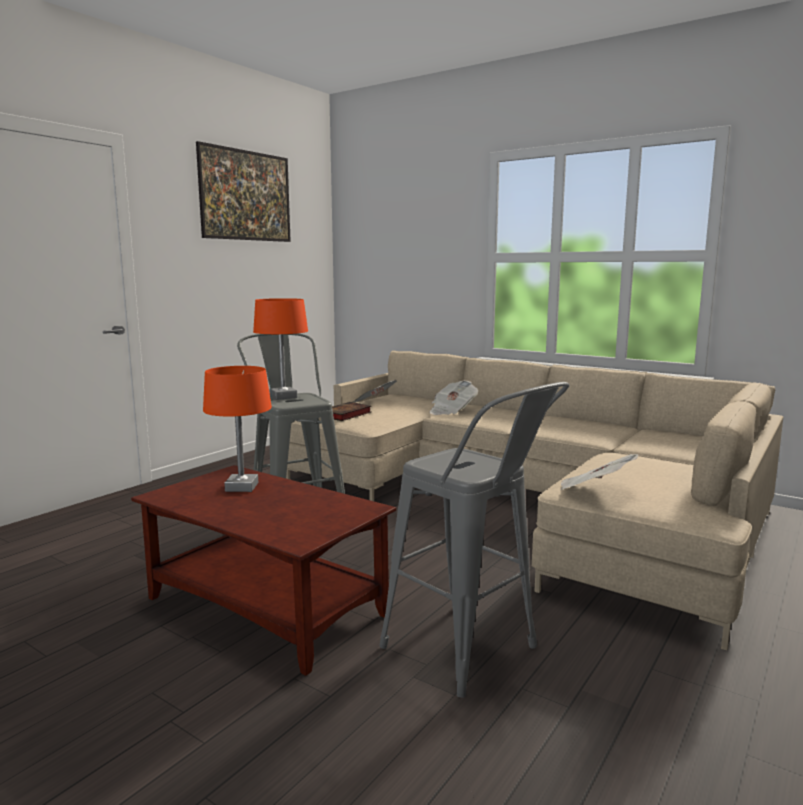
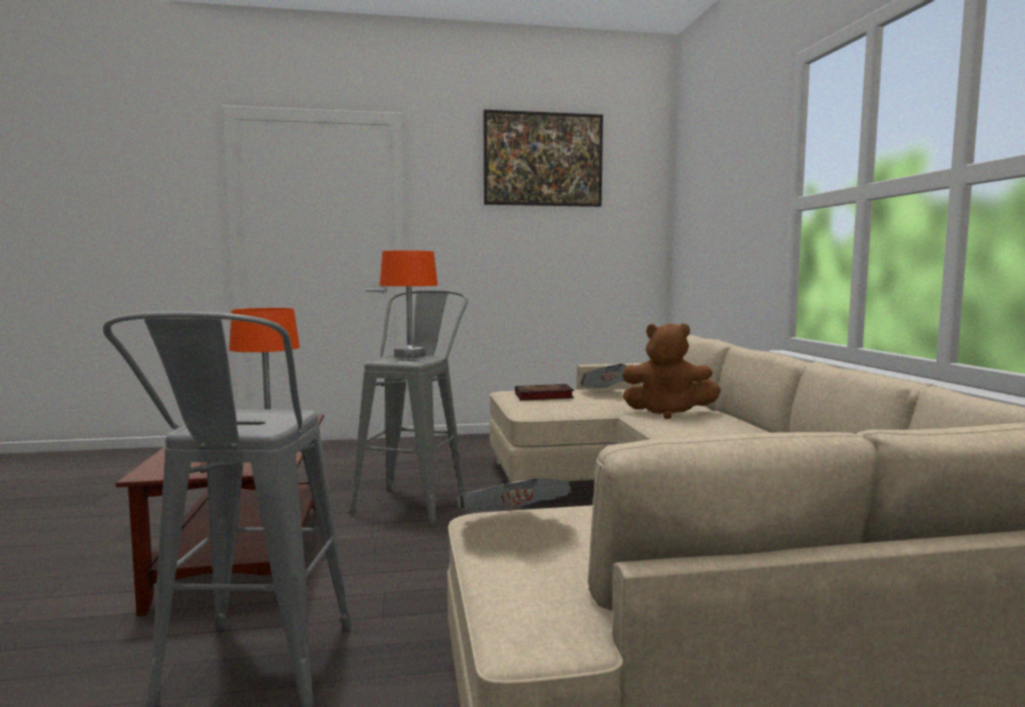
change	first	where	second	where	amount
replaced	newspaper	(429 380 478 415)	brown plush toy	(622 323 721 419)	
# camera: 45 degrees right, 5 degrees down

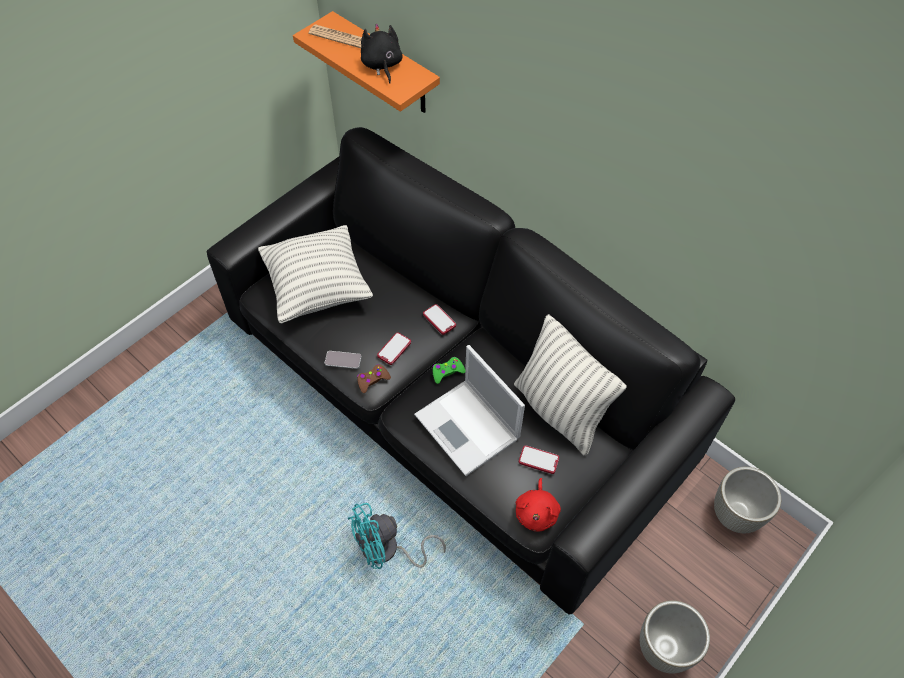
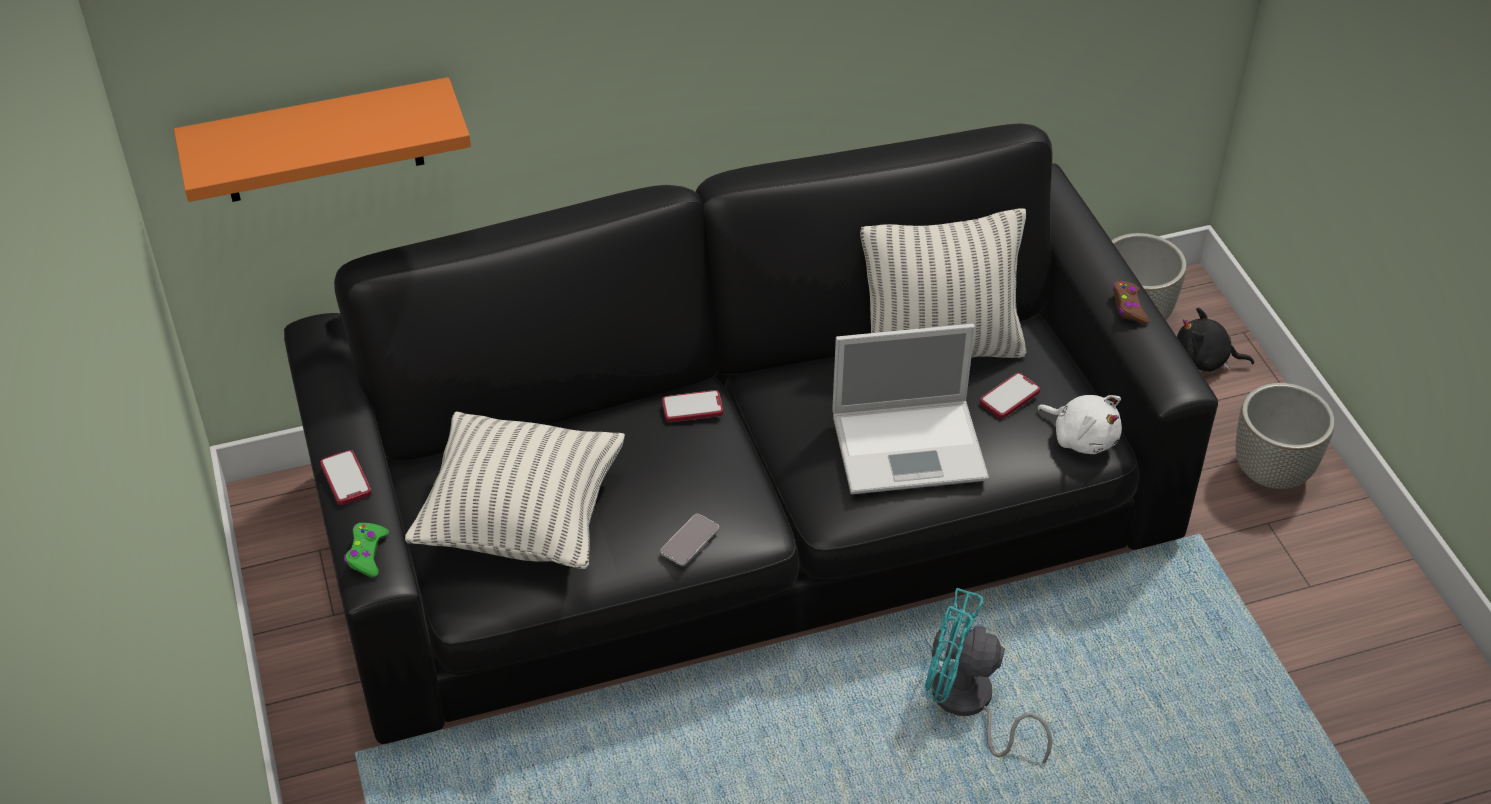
change	first	where	second	where	amount
removed	newspaper	(309 24 362 48)			
moved	brown game controller	(357 364 391 393)		(1113 281 1149 324)	
moved	black plush toy	(361 24 403 83)		(1177 308 1254 372)	
moved	phone	(377 332 411 365)		(320 450 371 505)	
moved	green game controller	(432 357 465 384)		(344 523 389 577)	
recoloured	red plush toy	(516 478 561 531)	white plush toy	(1037 395 1122 454)	
turned	turquoise fan	(348 503 446 569)		(925 588 1052 764)	105 degrees clockwise
# camera: 60 degrees left, 10 degrees down

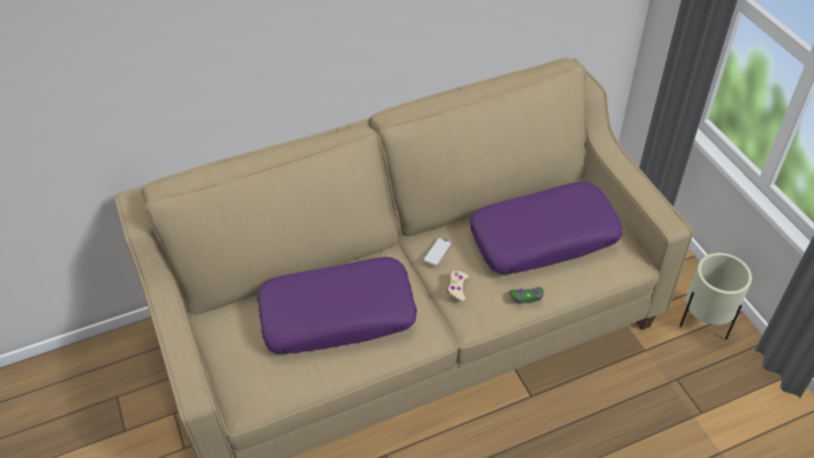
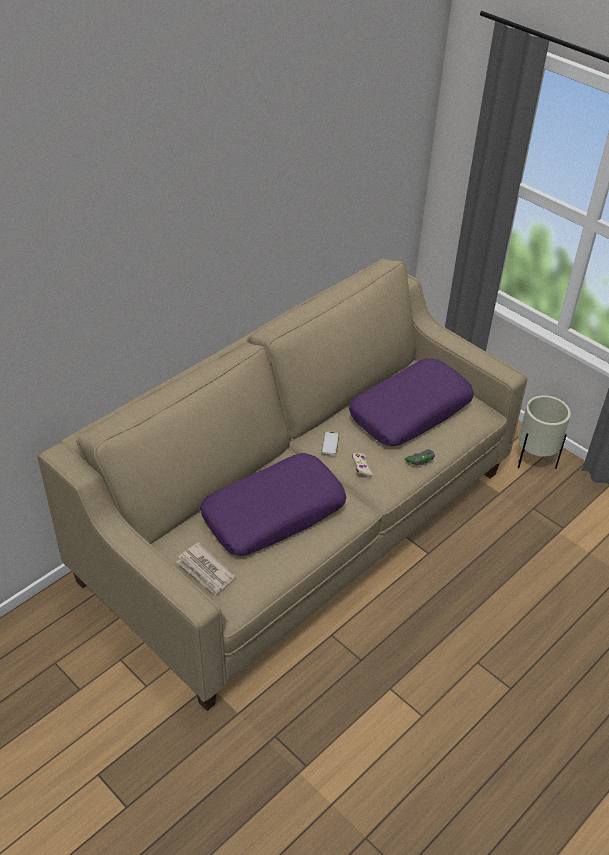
change	first	where	second	where	amount
added			newspaper	(177 543 236 595)	
# camera: 25 degrees left, 5 degrees down

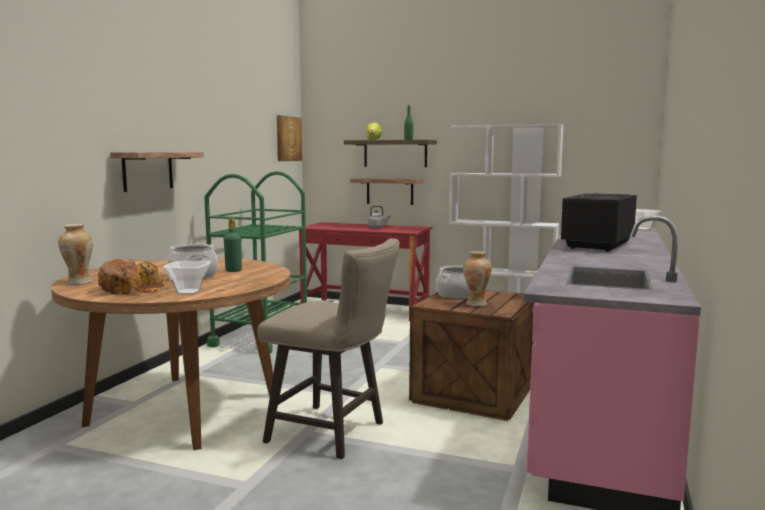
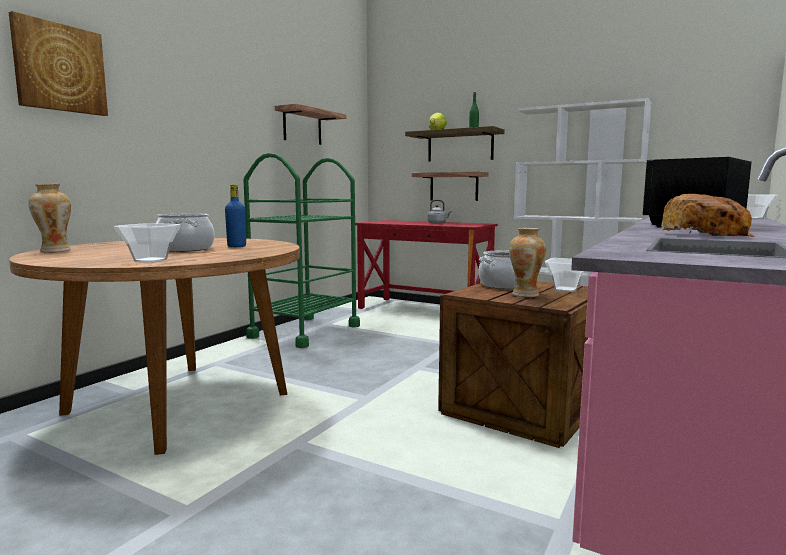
change	first	where	second	where	amount
removed	beige stool	(257 238 400 459)			
added			bowl	(545 258 585 292)	
moved	bread	(98 259 168 295)		(661 194 755 237)	
moved	shelf	(110 152 204 192)		(275 103 346 145)	
moved	picture	(277 115 302 161)		(9 11 108 116)	
recoloured	green bottle	(224 218 242 272)	blue bottle	(225 184 246 247)	
# camera: 10 degrees right, 0 degrees up

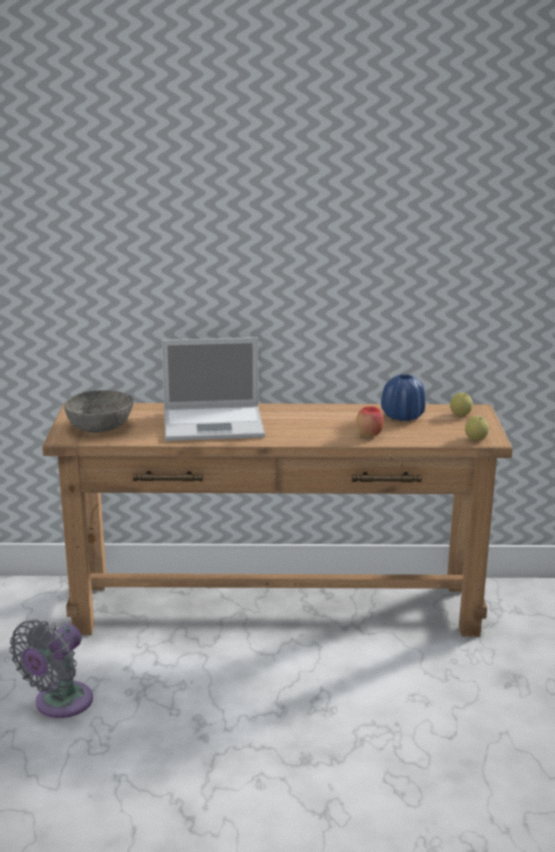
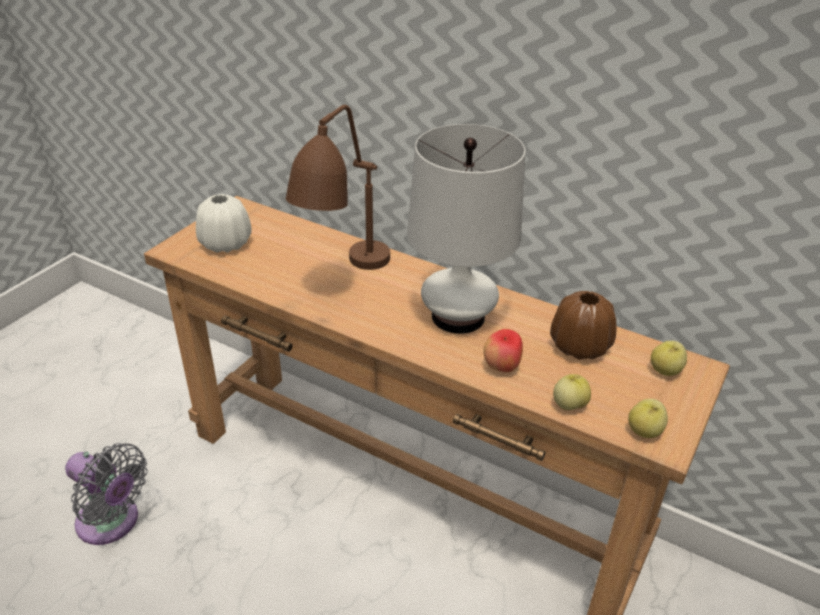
change	first	where	second	where	amount
added			white table lamp	(407 124 525 334)	
added			apple	(553 374 591 410)	
replaced	grey bowl	(64 390 133 433)	white vase	(196 194 252 253)	
replaced	laptop	(162 337 265 441)	brown table lamp	(286 105 390 270)	
recoloured	blue vase	(381 374 425 421)	brown vase	(550 291 617 360)	
turned	grey fan	(9 619 93 718)		(65 443 148 545)	120 degrees counterclockwise
# camera: 30 degrees right, 15 degrees up

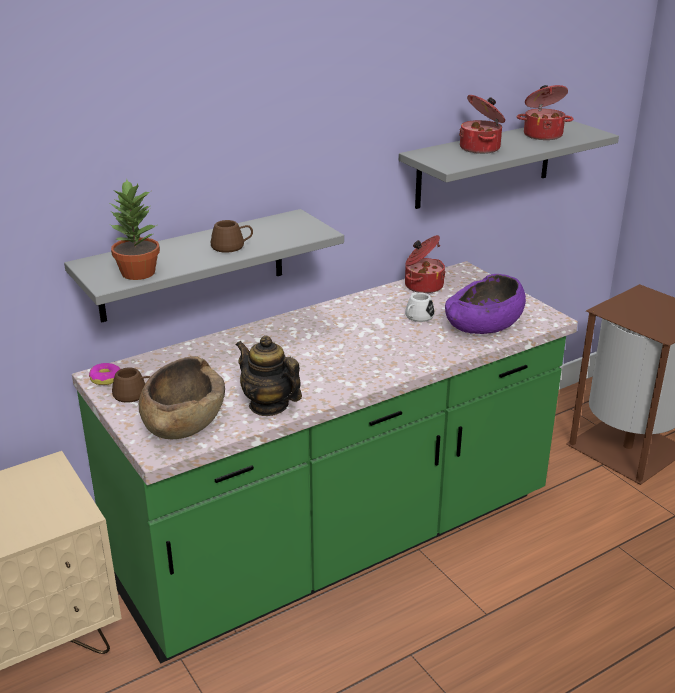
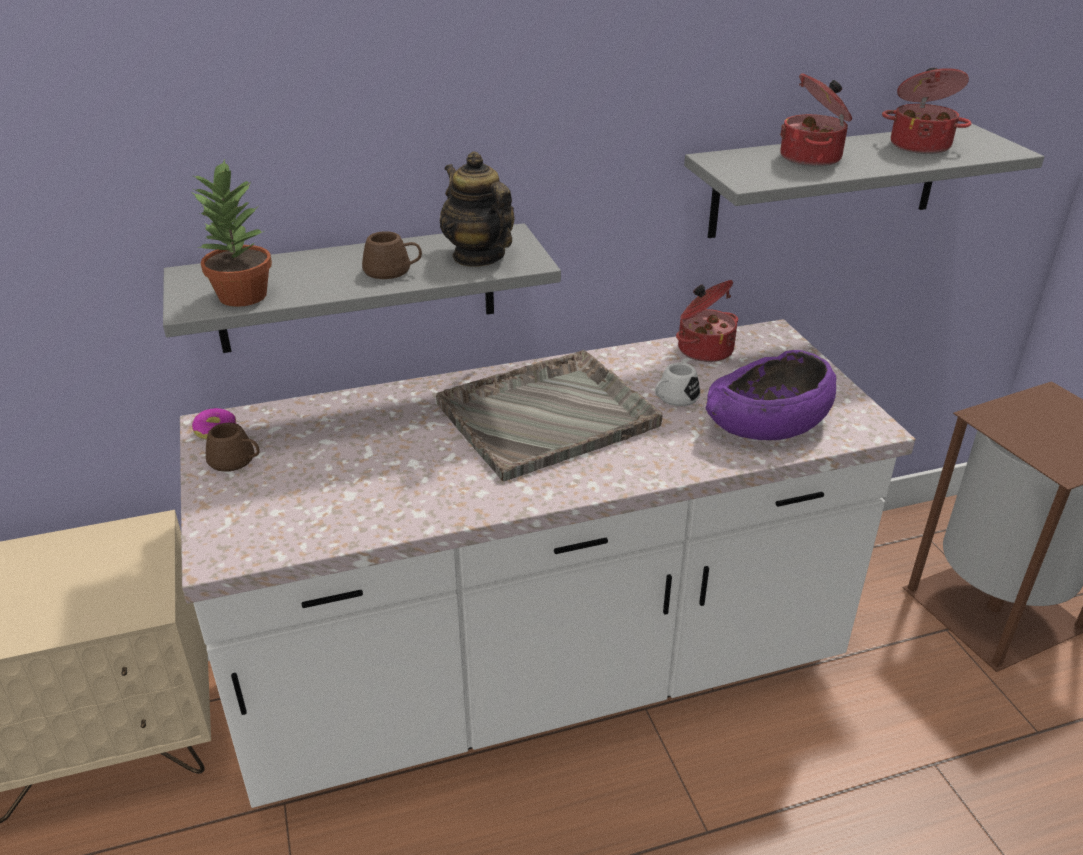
change	first	where	second	where	amount
removed	brown bowl	(139 356 225 439)			
added			grey tray	(436 350 662 481)	
moved	teapot	(236 335 302 416)		(440 151 514 267)	
recoloured	green counter	(72 261 578 664)	white counter	(180 319 915 808)	
# camera: 15 degrees right, 5 degrees up

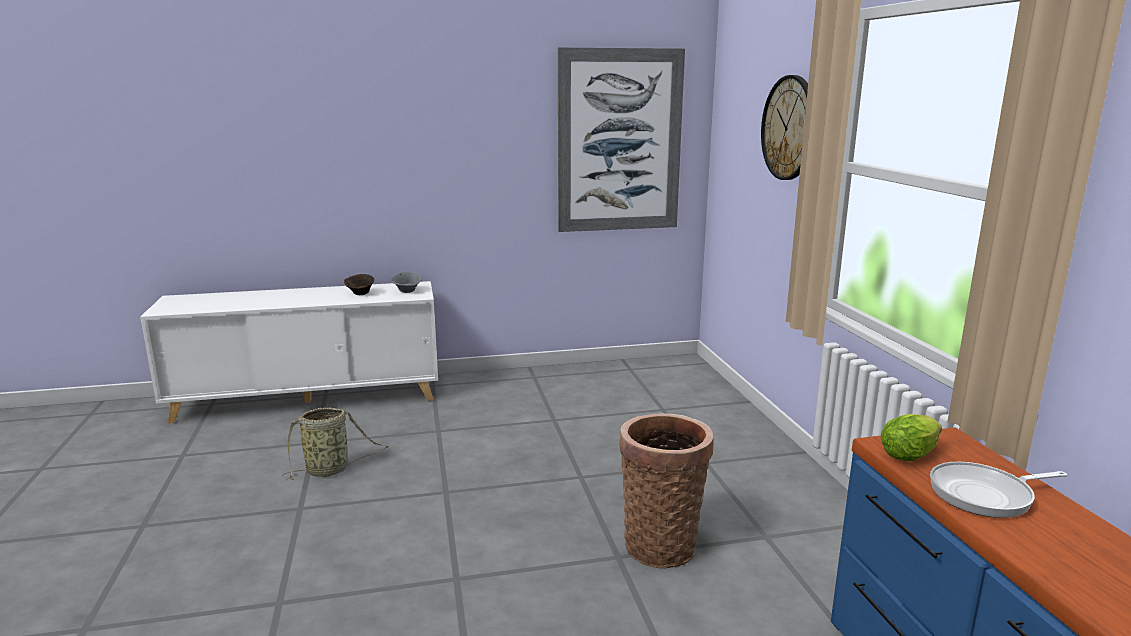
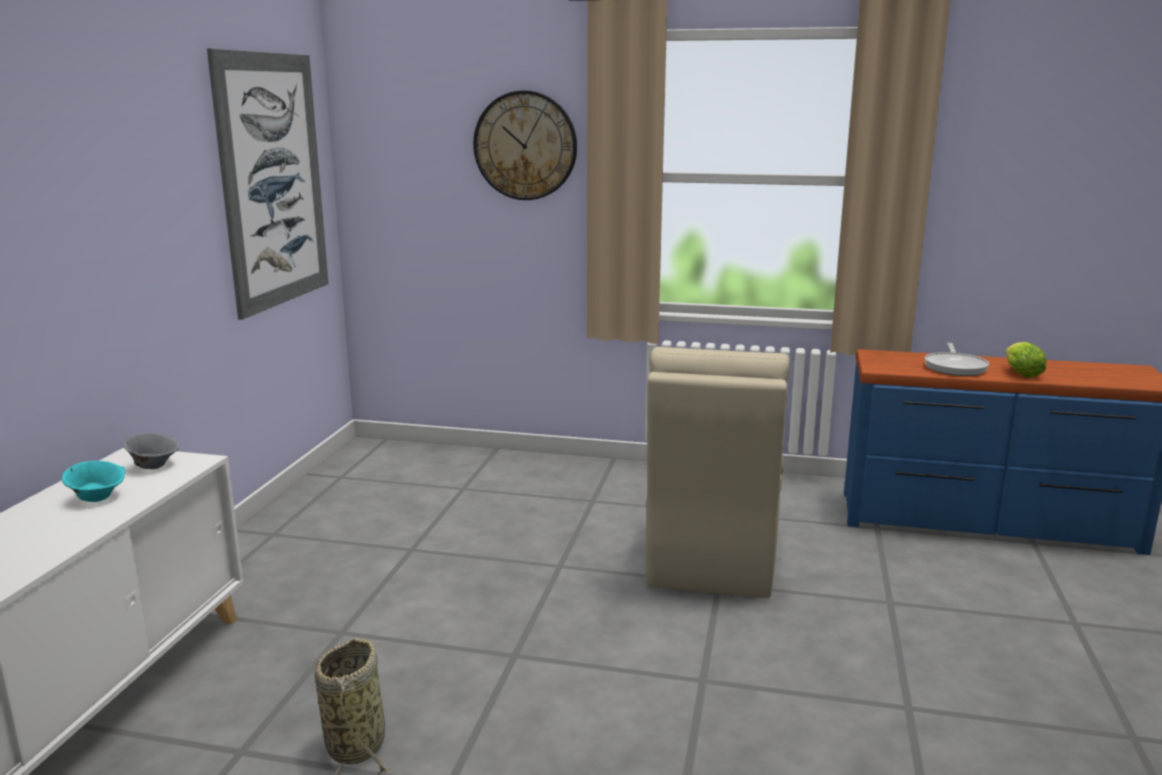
change	first	where	second	where	amount
moved	lettuce	(881 414 942 461)		(1005 342 1047 378)	
replaced	basket	(619 413 714 569)	beige chair	(645 347 790 598)	
recoloured	brown bowl	(344 274 374 295)	turquoise bowl	(62 461 125 502)	
# camera: 65 degrees left, 0 degrees up

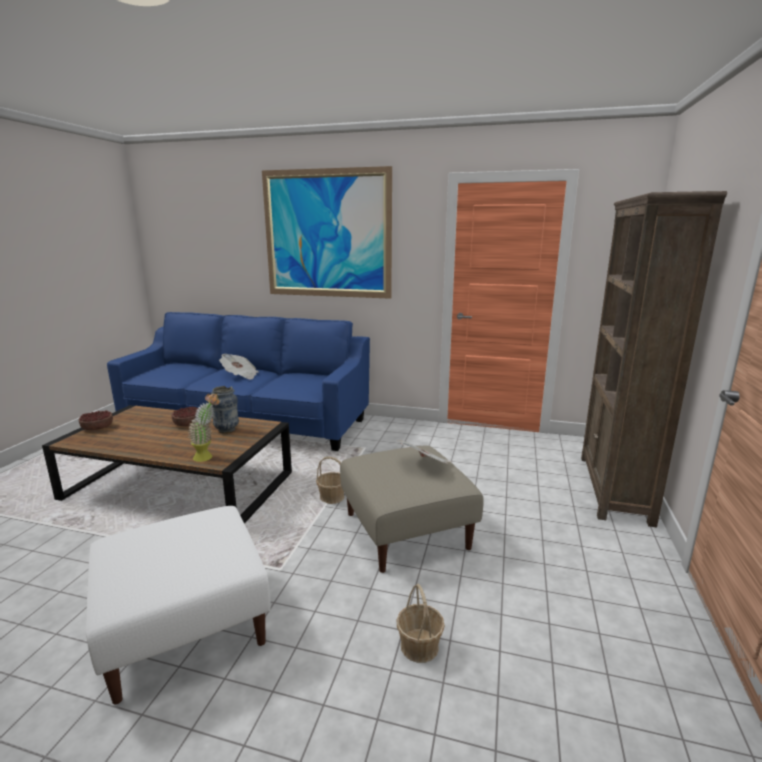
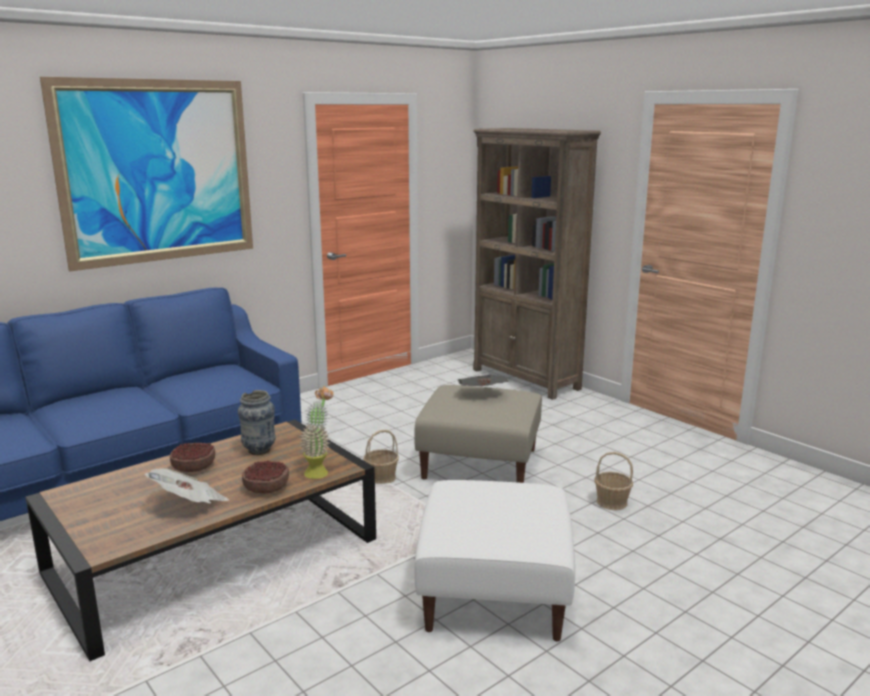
change	first	where	second	where	amount
moved	bowl	(79 410 113 430)		(242 460 289 494)	
moved	newspaper	(219 354 259 380)		(144 468 229 503)	
# camera: 55 degrees left, 0 degrees up

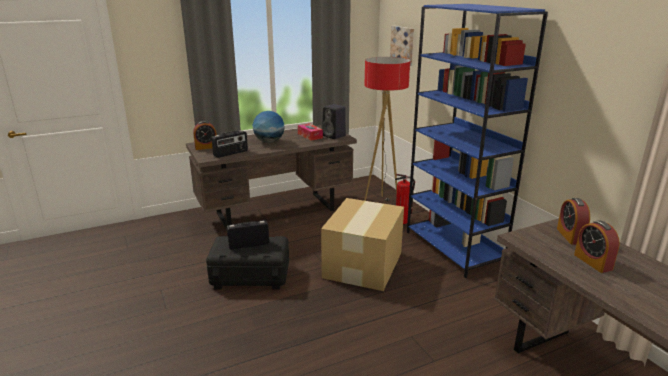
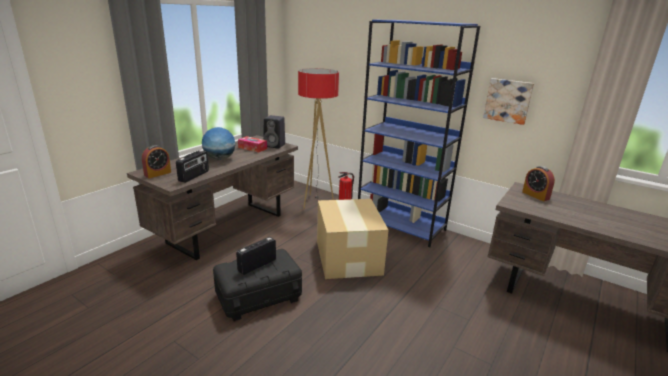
change	first	where	second	where	amount
removed	alarm clock	(574 220 620 273)			
moved	picture	(390 26 414 66)		(483 78 534 125)	
# camera: 30 degrees left, 0 degrees up

